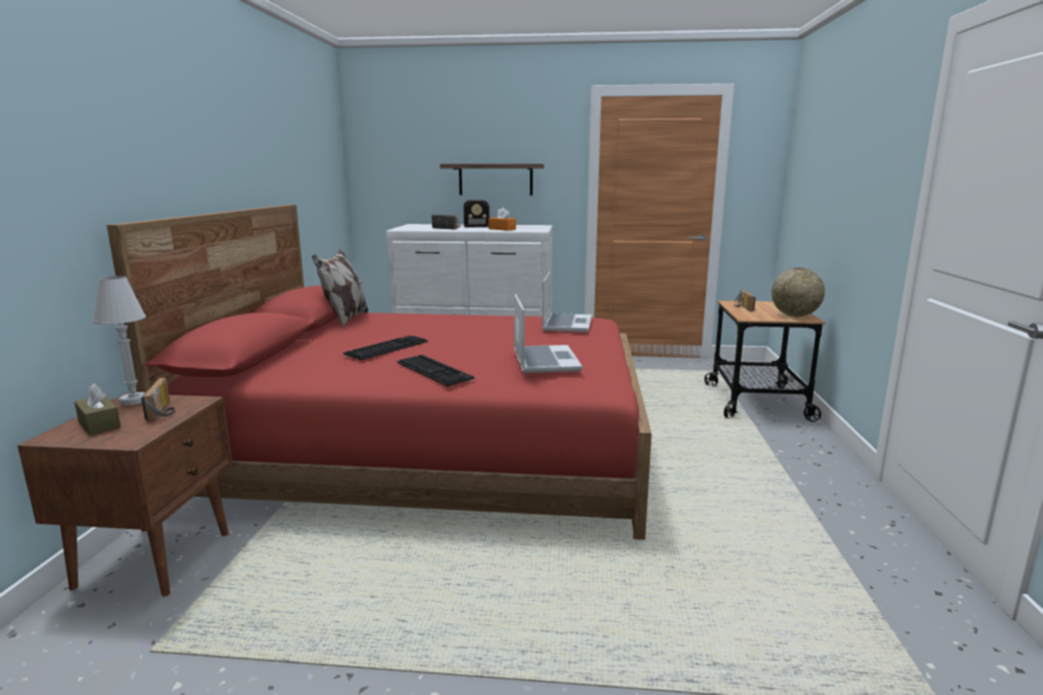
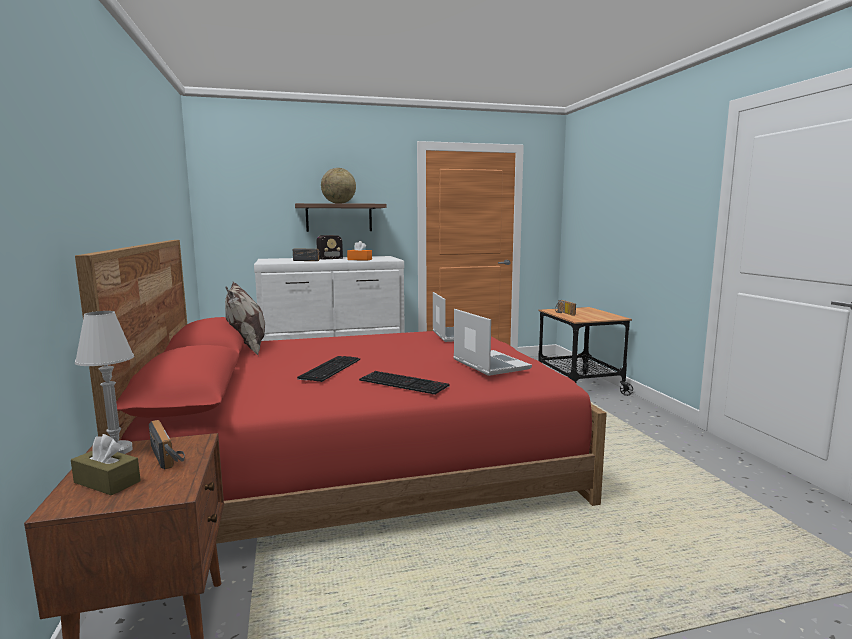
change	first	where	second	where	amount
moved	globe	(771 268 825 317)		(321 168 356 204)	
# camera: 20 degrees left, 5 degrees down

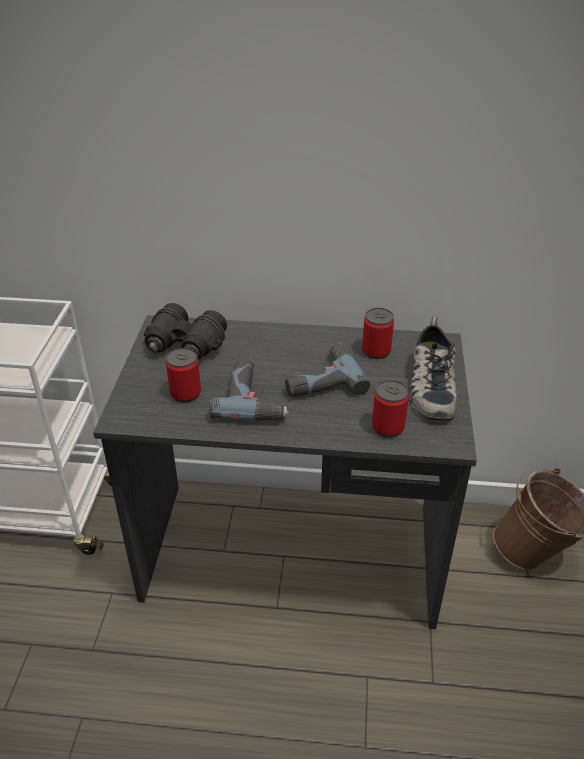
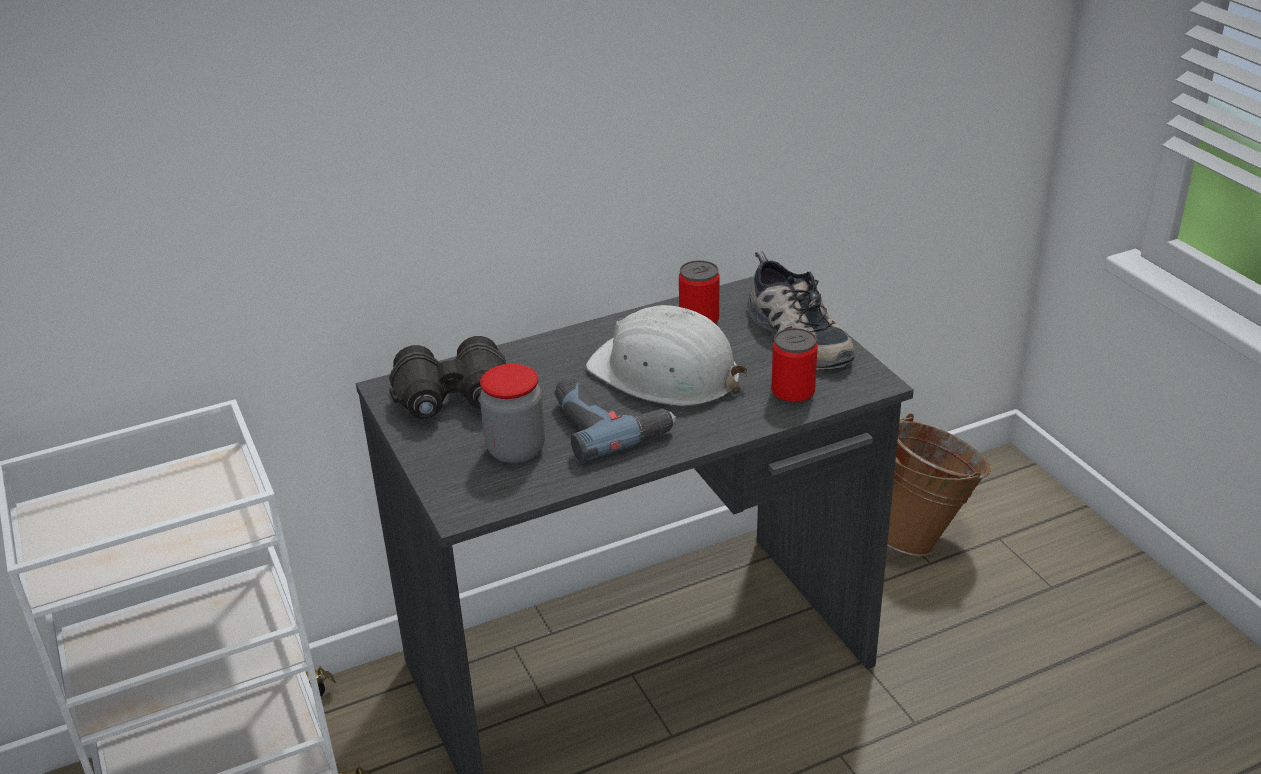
change	first	where	second	where	amount
replaced	can	(166 348 201 403)	jar	(480 364 545 463)	
replaced	power drill	(285 343 371 397)	white hard hat	(586 305 748 406)	
# camera: 30 degrees left, 5 degrees down

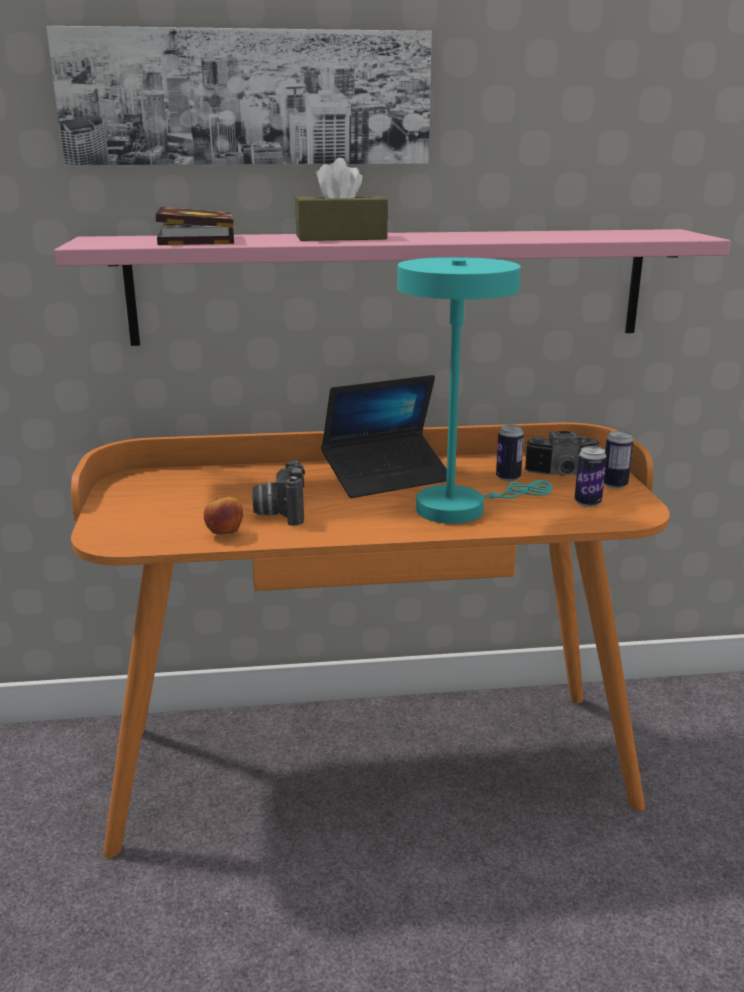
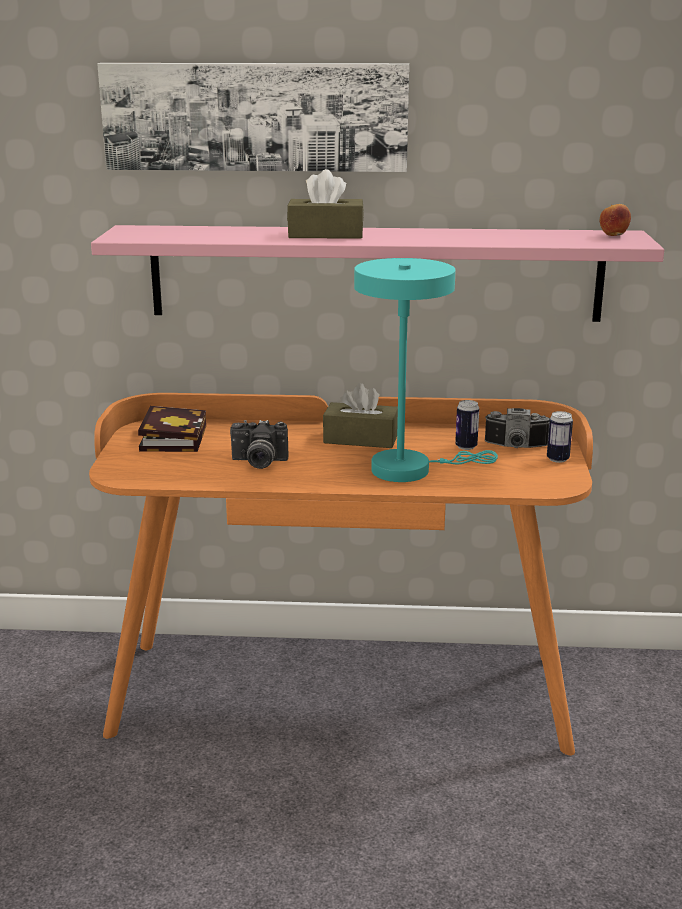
change	first	where	second	where	amount
removed	can	(575 446 607 507)			
moved	book	(156 207 234 245)		(138 406 206 452)	
moved	apple	(204 497 243 535)		(600 204 631 236)	
replaced	laptop	(321 375 447 498)	brown tissue box	(323 383 398 448)	
turned	photo camera	(252 460 305 525)		(230 420 289 469)	90 degrees counterclockwise
# camera: 10 degrees right, 0 degrees up

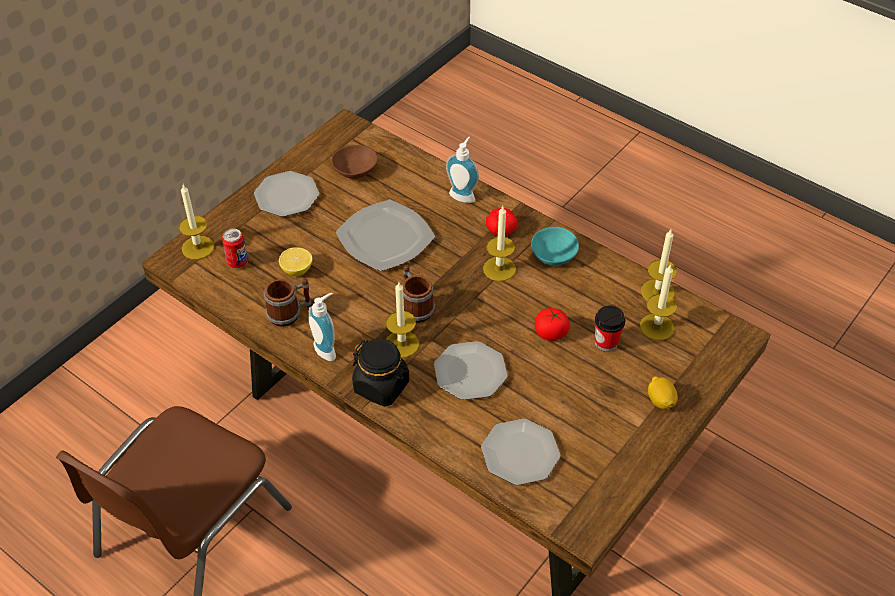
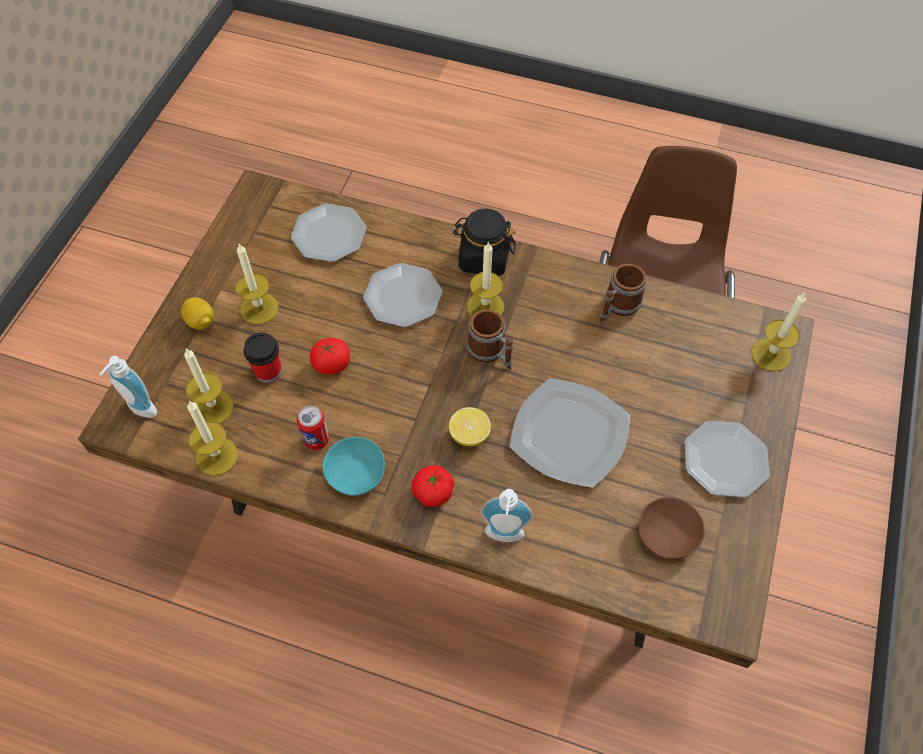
change	first	where	second	where	amount
moved	can	(222 229 248 268)		(297 406 329 450)	
moved	lemon	(279 247 312 276)		(449 407 491 446)	
moved	soap dispenser	(309 293 336 361)		(99 356 157 418)	
moved	candle	(483 206 516 281)		(236 244 278 324)	
# camera: 160 degrees right, 10 degrees up

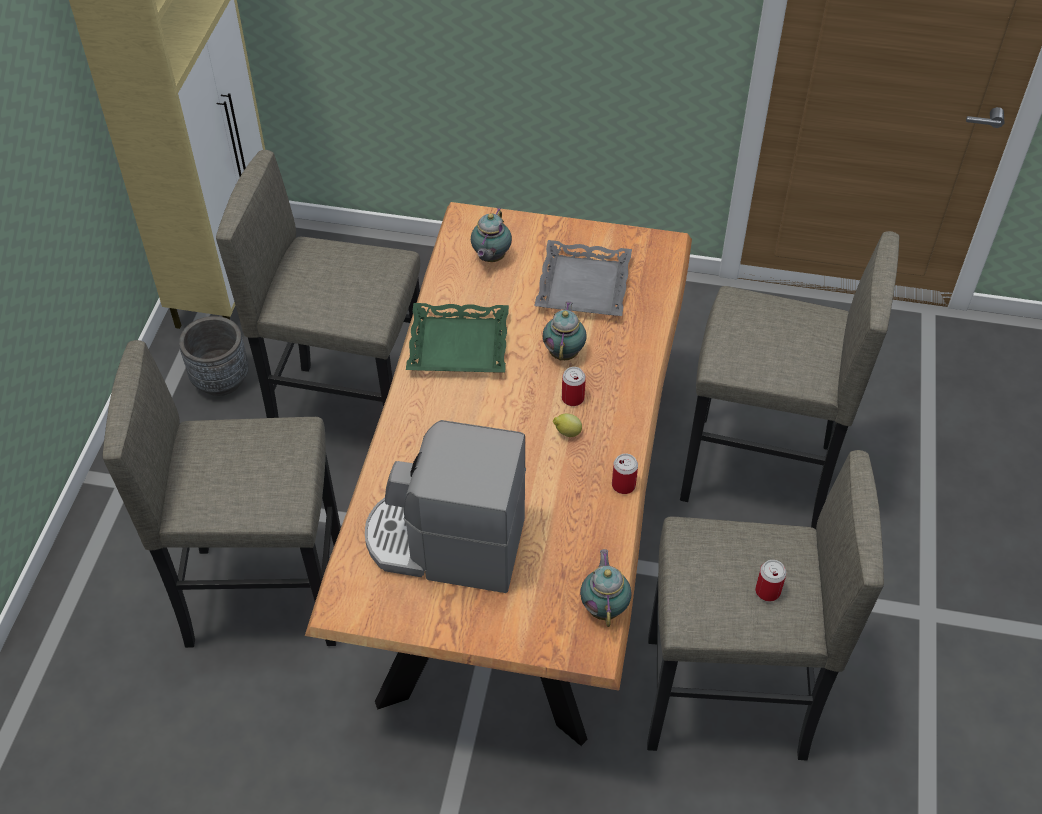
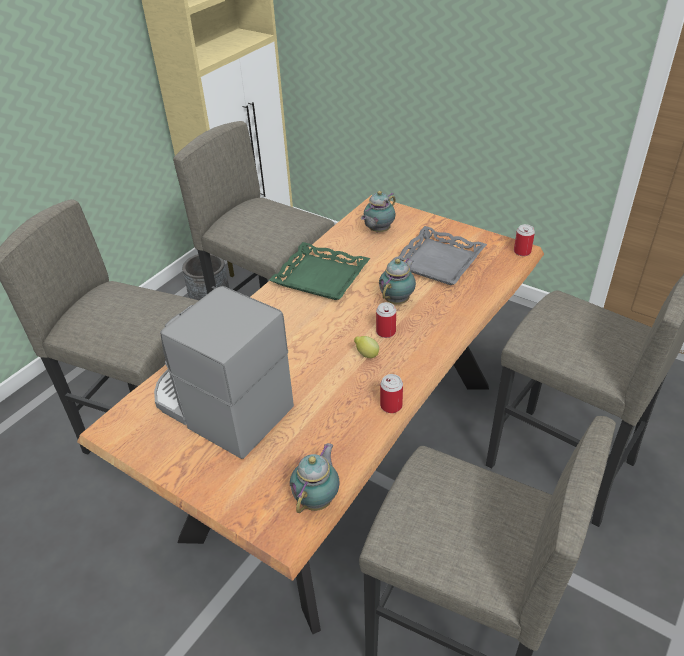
change	first	where	second	where	amount
moved	can	(755 560 786 601)		(514 224 535 256)	
# camera: 25 degrees right, 10 degrees down

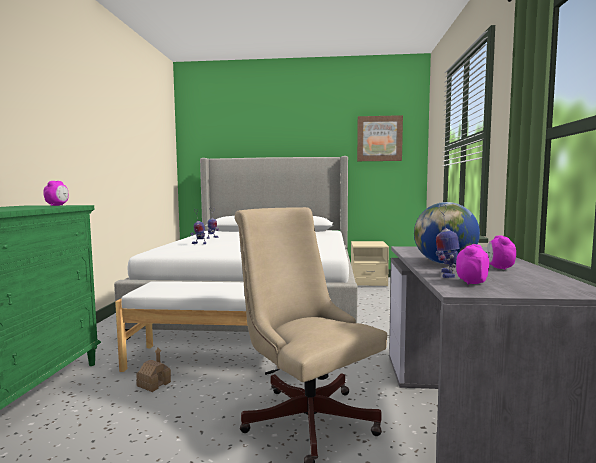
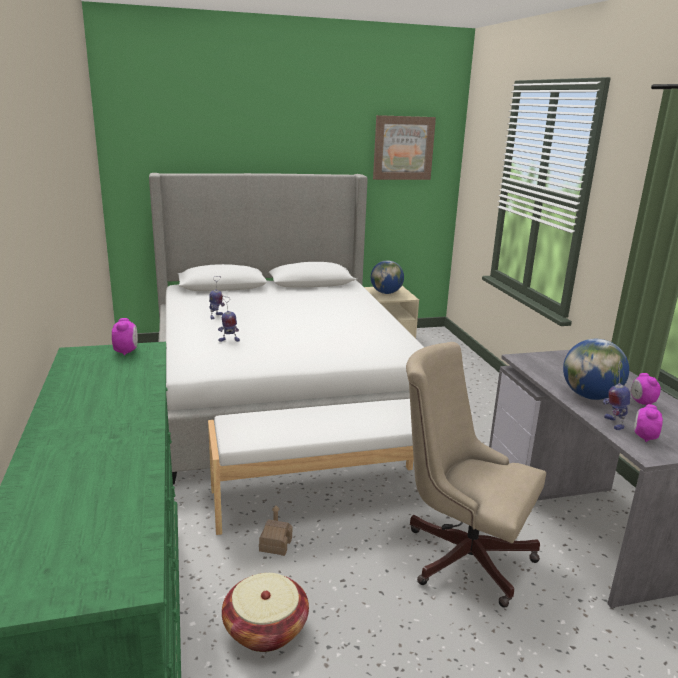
change	first	where	second	where	amount
added			basket	(222 573 309 652)	
added			globe	(371 260 404 294)	
# camera: 20 degrees left, 15 degrees up

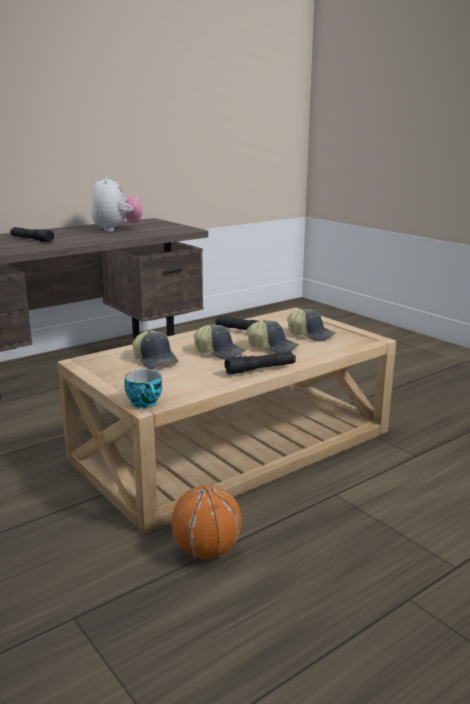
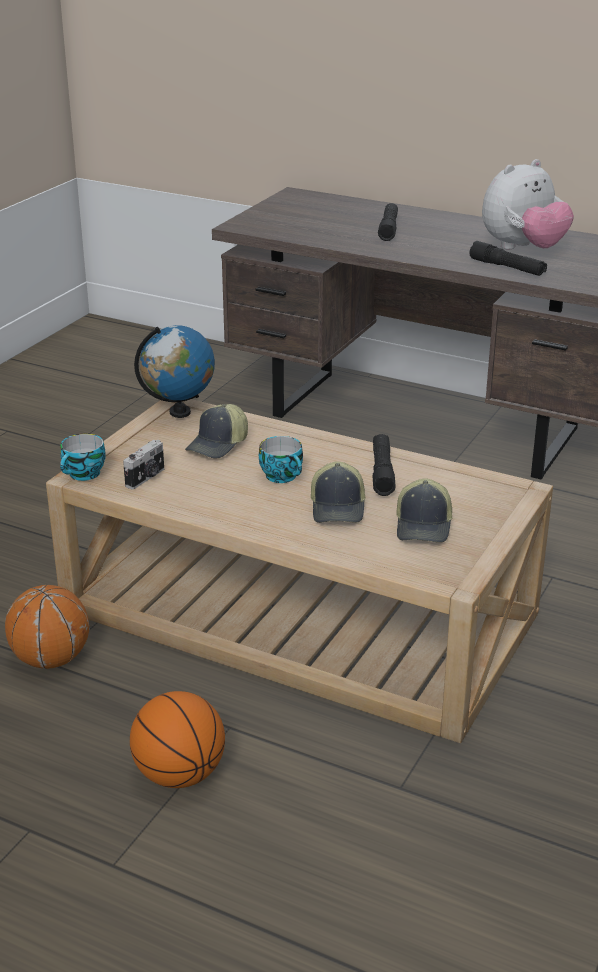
change	first	where	second	where	amount
added			photo camera	(123 440 164 489)	
added			basketball	(130 691 225 788)	
added			globe	(134 325 215 418)	
moved	black flashlight	(224 351 296 375)		(470 241 547 276)	
replaced	cap	(194 324 246 360)	cup	(259 436 303 483)	
# camera: 65 degrees right, 10 degrees up

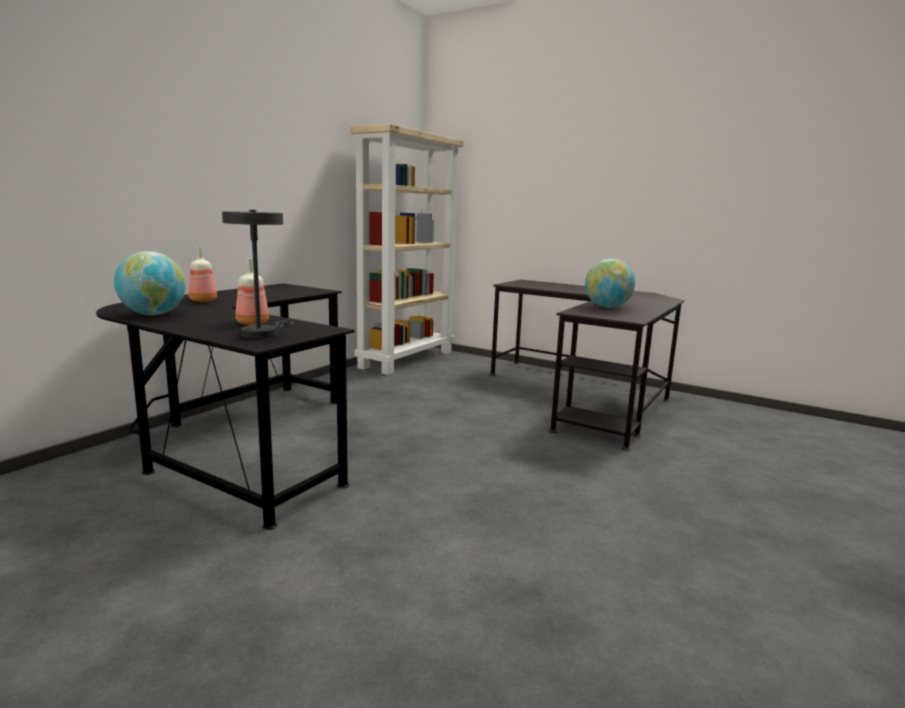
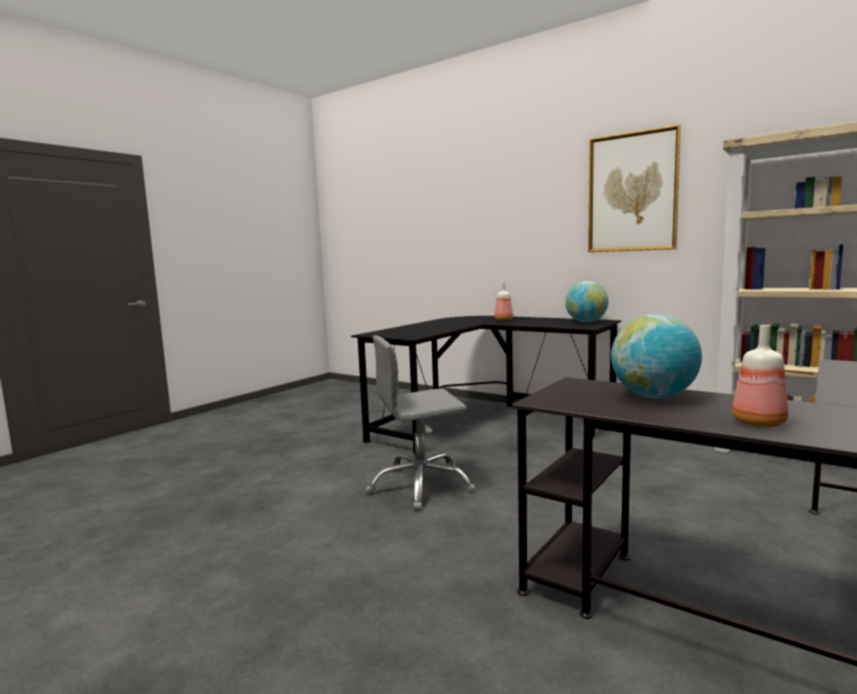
change	first	where	second	where	amount
removed	grey table lamp	(222 210 294 339)			
added			grey office chair	(365 335 476 510)	
added			picture	(588 125 681 252)	
moved	globe	(114 251 186 315)		(565 281 609 323)	
moved	bottle	(235 258 269 325)		(732 325 788 427)	
# camera: 95 degrees right, 5 degrees down

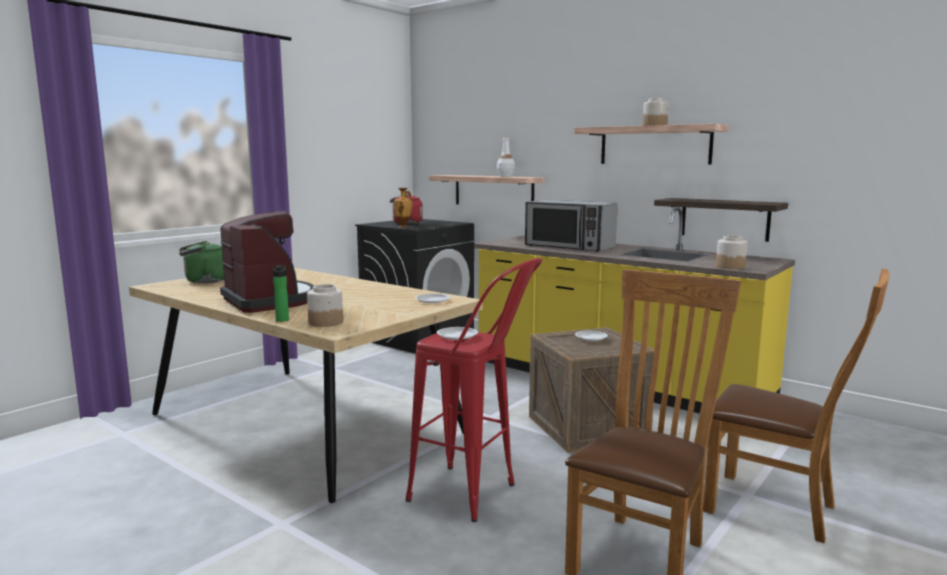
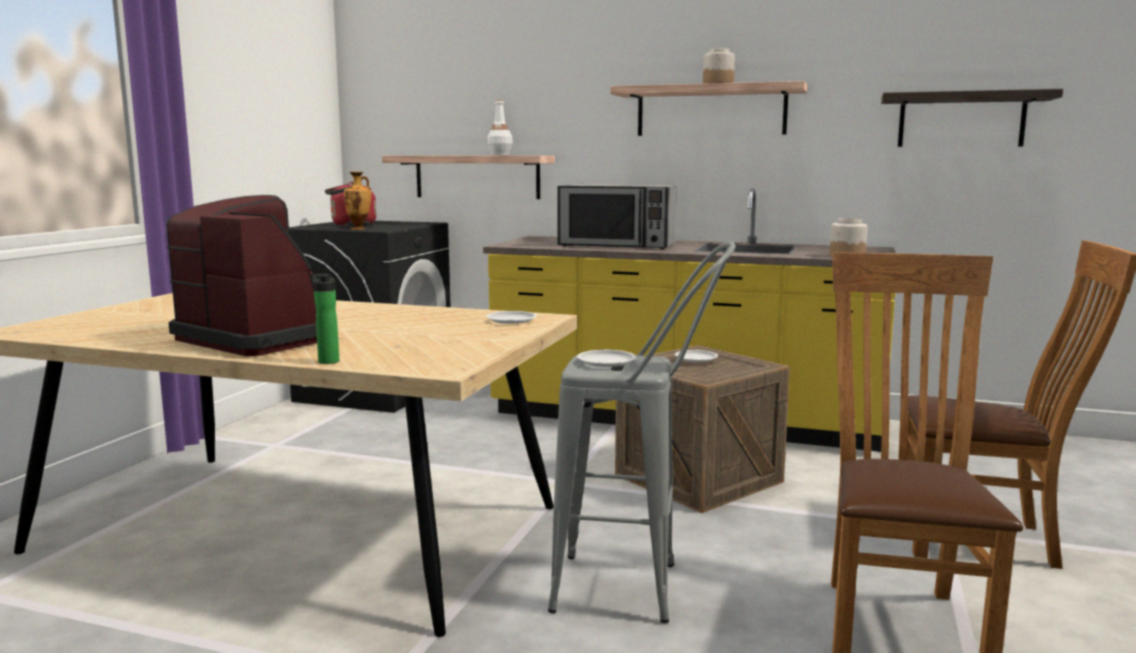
change	first	where	second	where	amount
removed	green kettle	(179 241 224 283)			
removed	jar	(307 284 343 327)			
moved	shelf	(654 198 788 242)		(881 89 1063 147)	
recoloured	red stool	(406 258 542 522)	grey stool	(548 241 736 623)	
# camera: 20 degrees left, 0 degrees up

